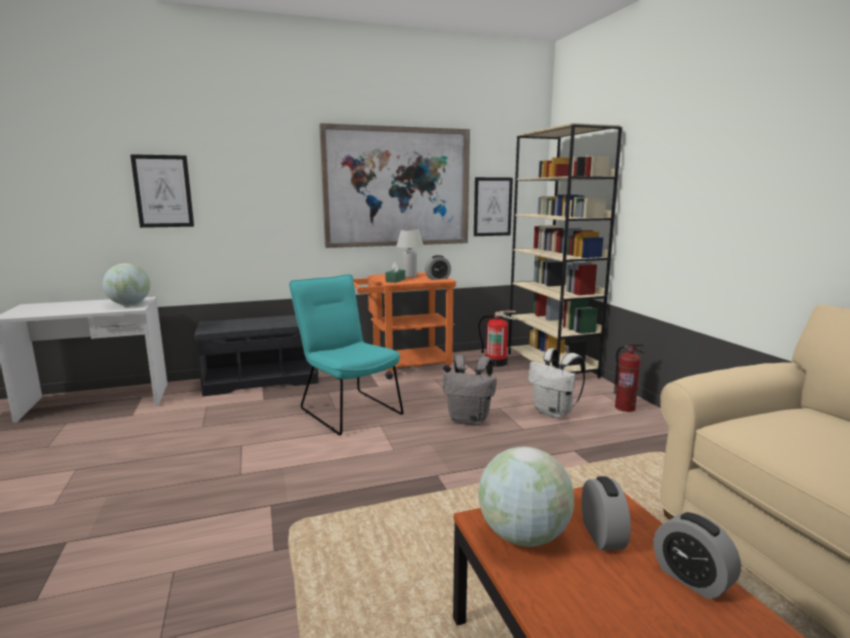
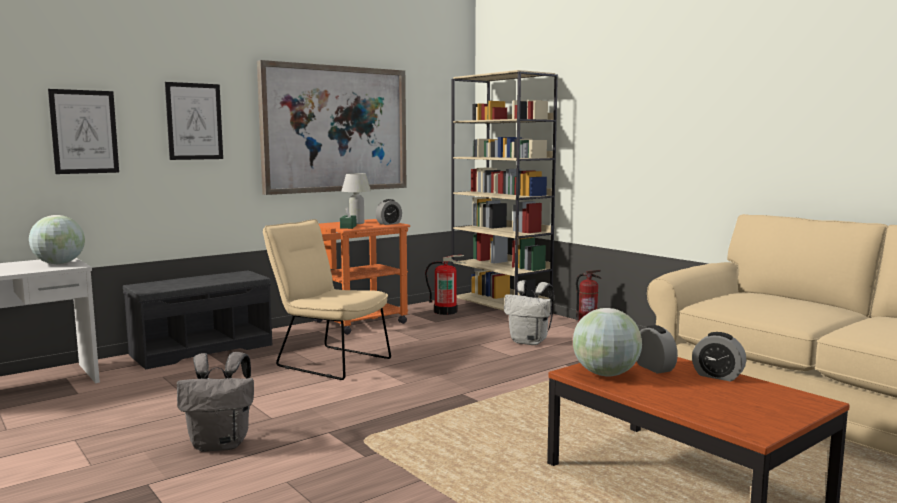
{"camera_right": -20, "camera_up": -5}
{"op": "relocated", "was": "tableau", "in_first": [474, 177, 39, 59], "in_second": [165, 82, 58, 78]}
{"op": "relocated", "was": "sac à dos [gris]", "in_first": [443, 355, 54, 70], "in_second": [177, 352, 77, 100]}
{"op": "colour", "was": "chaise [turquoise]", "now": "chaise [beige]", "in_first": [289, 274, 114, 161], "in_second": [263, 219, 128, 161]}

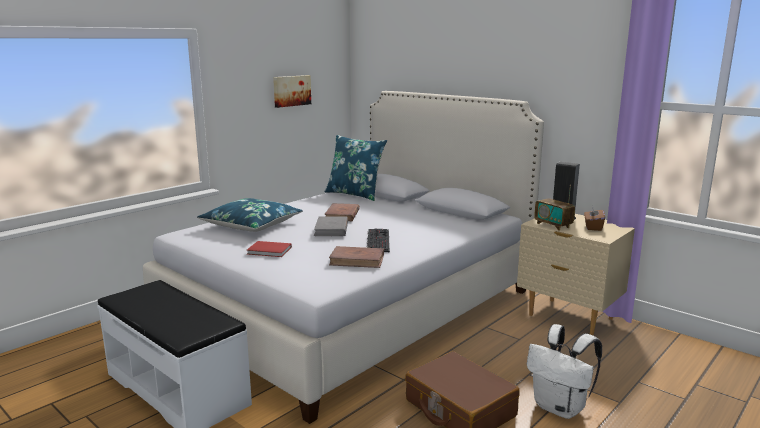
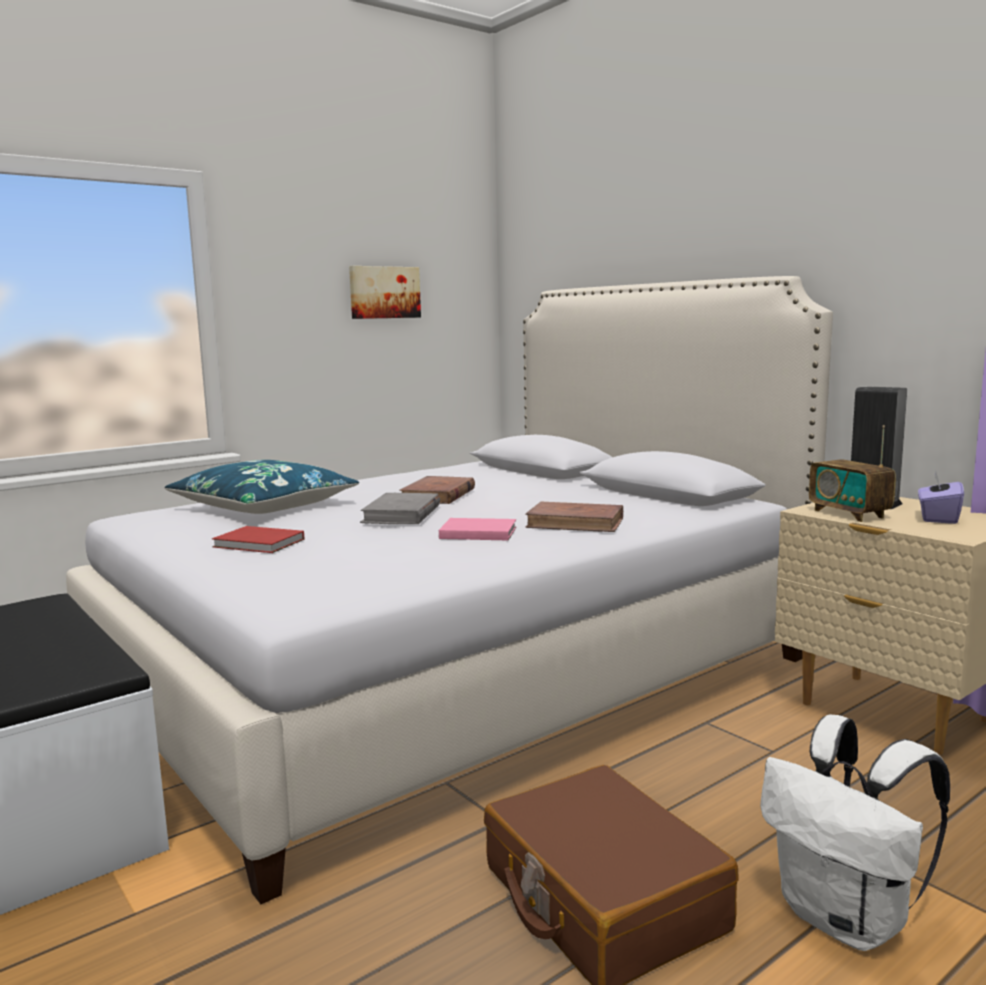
{"camera_right": 10, "camera_up": -5}
{"op": "exchanged", "was": "clavier", "now": "livre [rose]", "in_first": [366, 229, 24, 23], "in_second": [439, 518, 77, 22]}
{"op": "relocated", "was": "livre [marron]", "in_first": [329, 246, 55, 22], "in_second": [525, 502, 98, 30]}
{"op": "colour", "was": "boîte à mouchoirs [marron]", "now": "boîte à mouchoirs [violet]", "in_first": [584, 205, 21, 26], "in_second": [918, 470, 46, 54]}
{"op": "missing", "was": "coussin [bleu]", "in_first": [324, 135, 63, 66]}

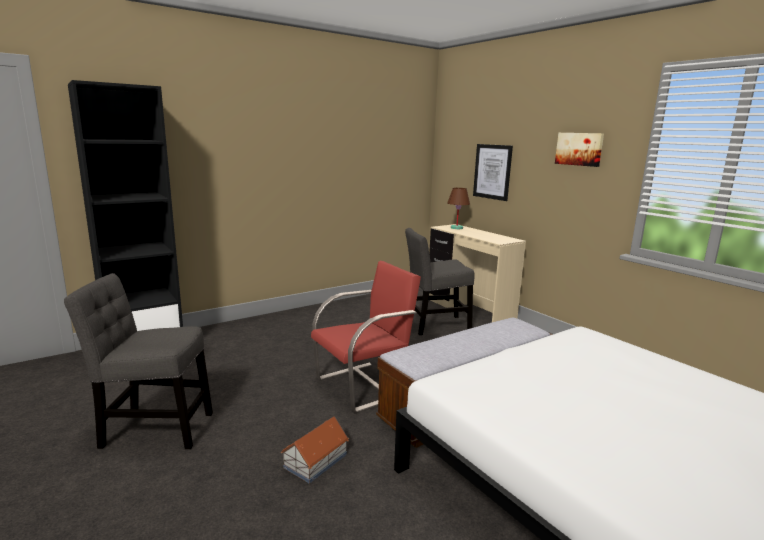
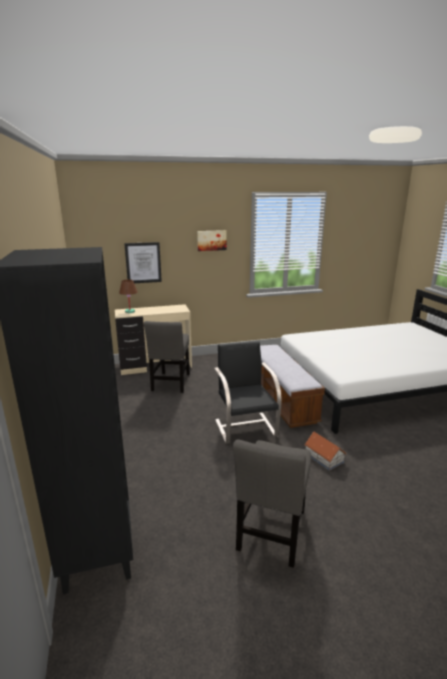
{"camera_right": -70, "camera_up": 5}
{"op": "colour", "was": "chaise [rouge]", "now": "chaise [noir]", "in_first": [311, 261, 110, 152], "in_second": [214, 341, 68, 103]}

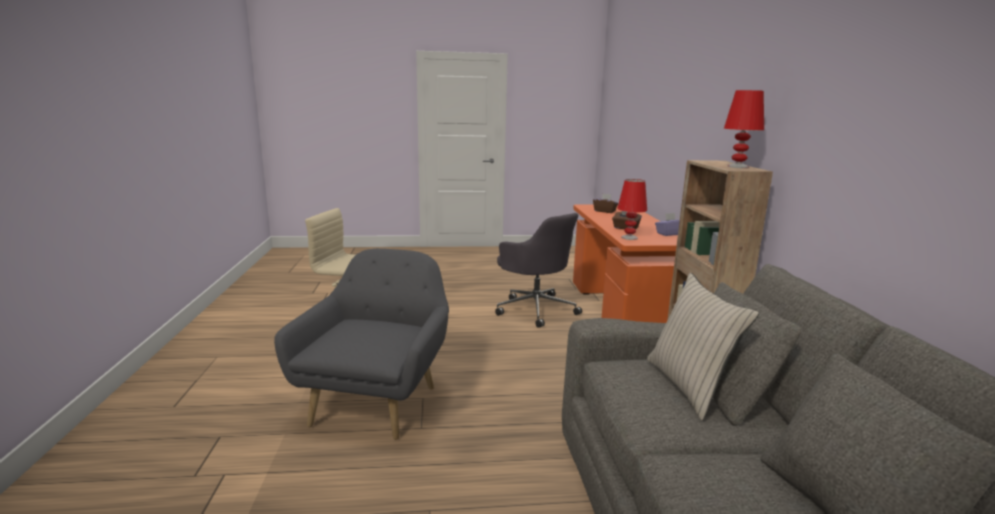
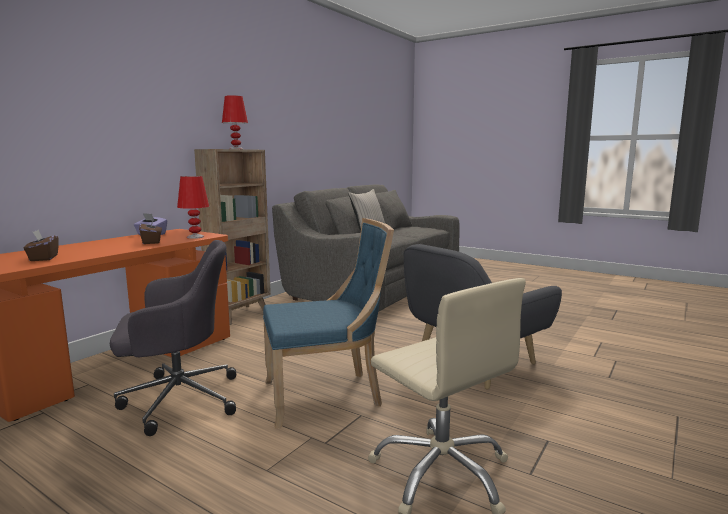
{"camera_right": -140, "camera_up": -5}
{"op": "spun", "was": "chaise de bureau [gris]", "in_first": [495, 213, 87, 115], "in_second": [110, 240, 126, 196], "clockwise": 75}
{"op": "appeared", "now": "chaise [bleu]", "in_second": [263, 218, 131, 210]}

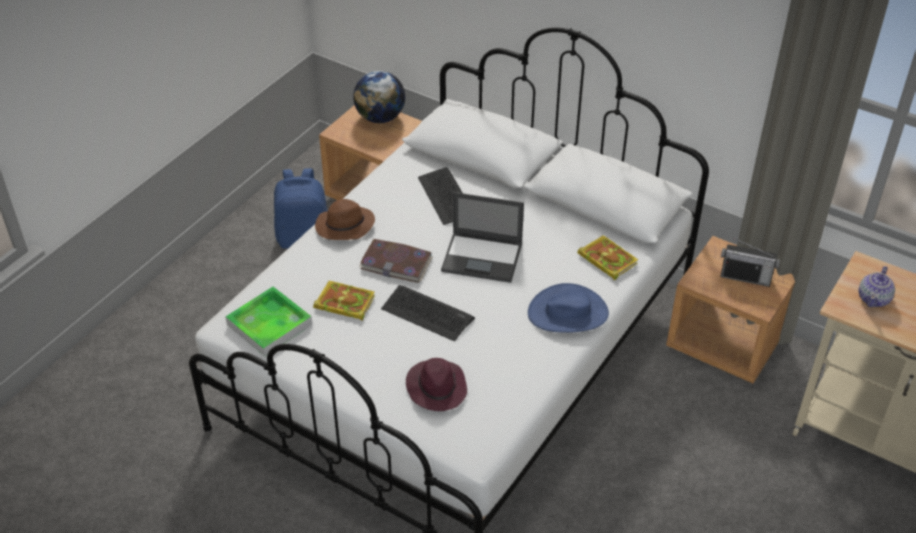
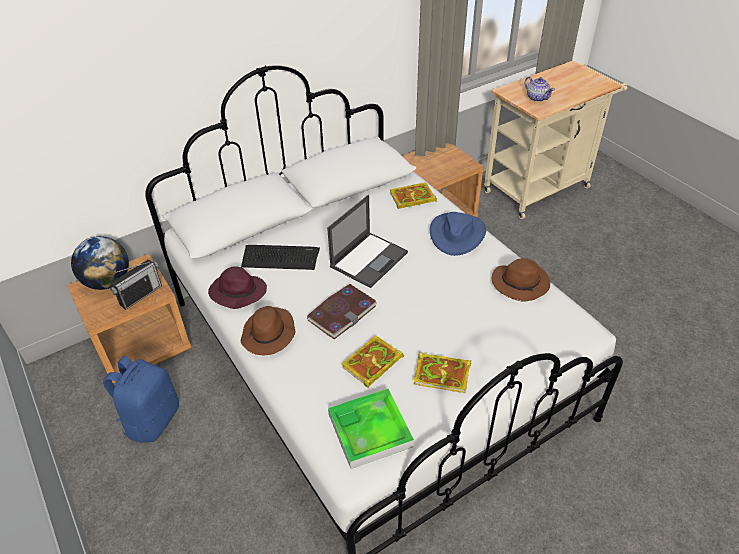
{"camera_right": -65, "camera_up": 0}
{"op": "relocated", "was": "radio", "in_first": [720, 238, 60, 49], "in_second": [110, 260, 52, 50]}
{"op": "relocated", "was": "chapeau [violet]", "in_first": [406, 358, 61, 53], "in_second": [208, 266, 59, 43]}
{"op": "appeared", "now": "livre", "in_second": [414, 352, 57, 41]}
{"op": "appeared", "now": "chapeau [marron]", "in_second": [492, 258, 58, 44]}
{"op": "missing", "was": "clavier", "in_first": [381, 285, 94, 56]}

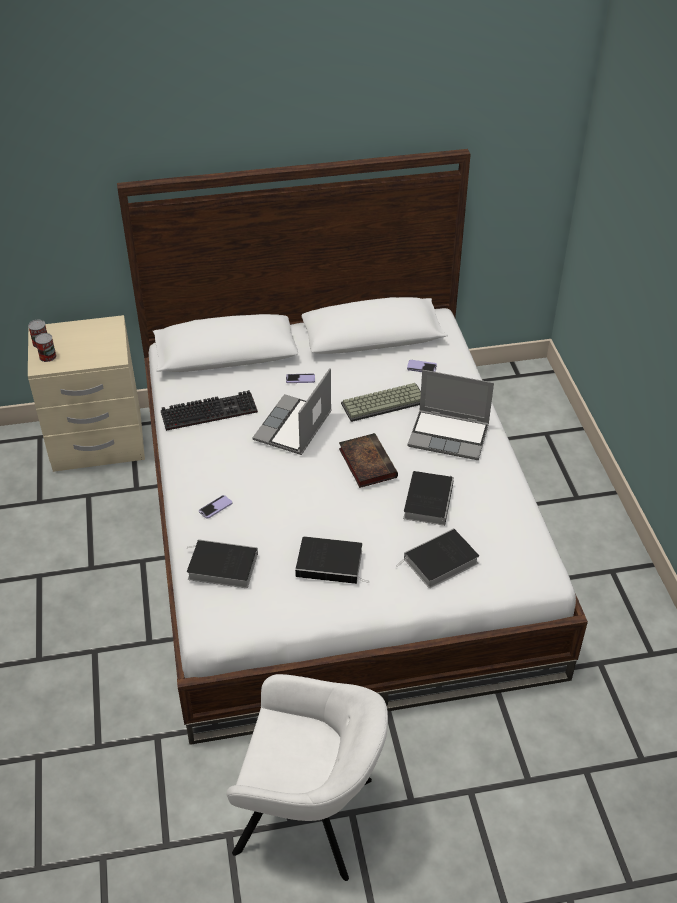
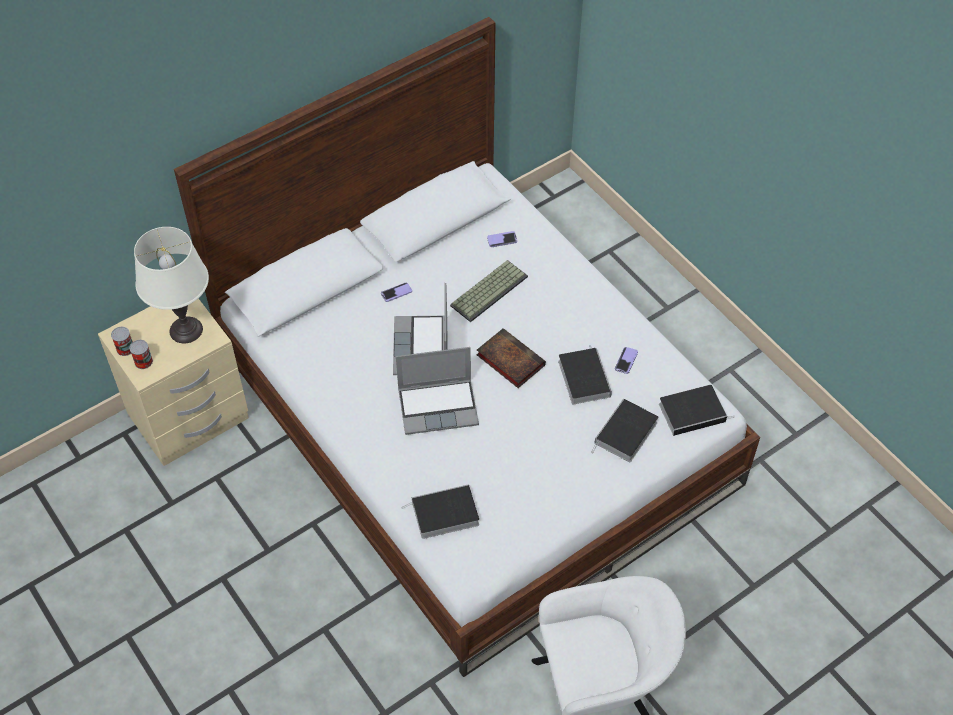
{"camera_right": -25, "camera_up": 10}
{"op": "appeared", "now": "lampe de table [blanc]", "in_second": [134, 227, 75, 116]}
{"op": "relocated", "was": "ordinateur portable", "in_first": [407, 370, 87, 90], "in_second": [396, 347, 83, 88]}
{"op": "relocated", "was": "téléphone", "in_first": [199, 495, 33, 24], "in_second": [615, 347, 23, 27]}
{"op": "relocated", "was": "livre", "in_first": [295, 536, 75, 48], "in_second": [659, 385, 75, 51]}
{"op": "missing", "was": "clavier", "in_first": [161, 390, 97, 41]}

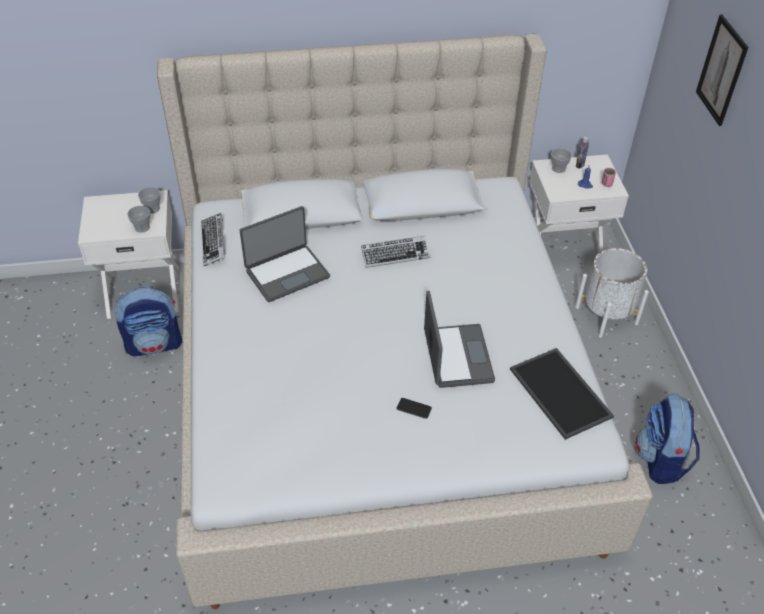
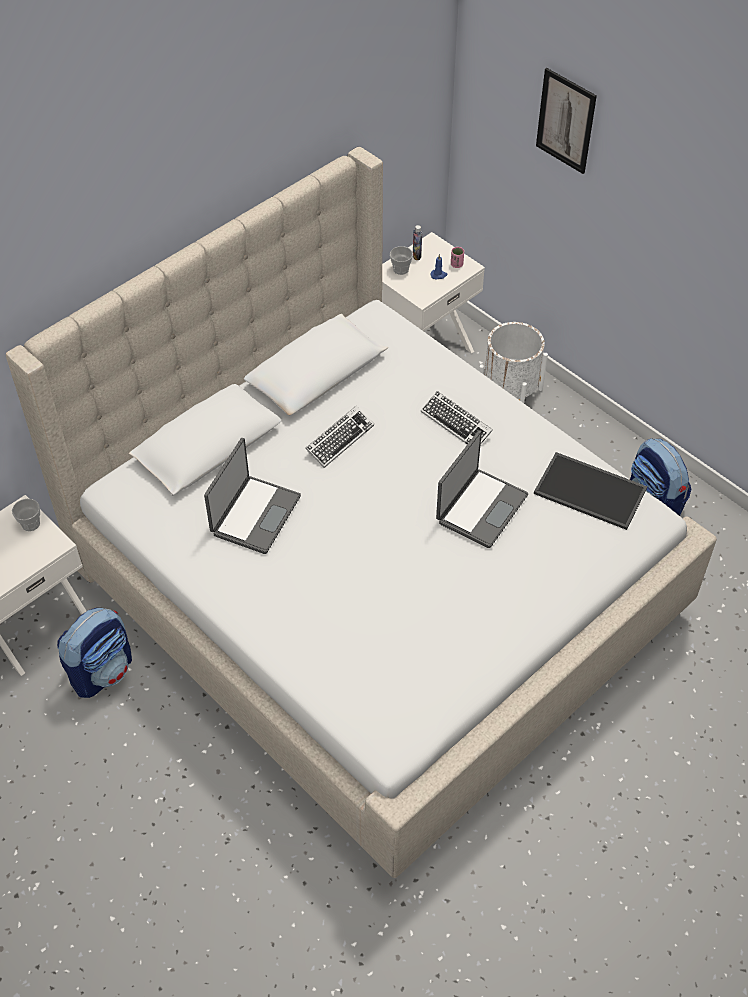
{"camera_right": -35, "camera_up": 5}
{"op": "relocated", "was": "clavier", "in_first": [201, 213, 25, 54], "in_second": [421, 391, 72, 53]}
{"op": "spun", "was": "ordinateur portable", "in_first": [424, 291, 71, 97], "in_second": [436, 430, 92, 118], "clockwise": 75}
{"op": "missing", "was": "tasse", "in_first": [127, 206, 24, 27]}
{"op": "missing", "was": "téléphone", "in_first": [397, 398, 35, 21]}

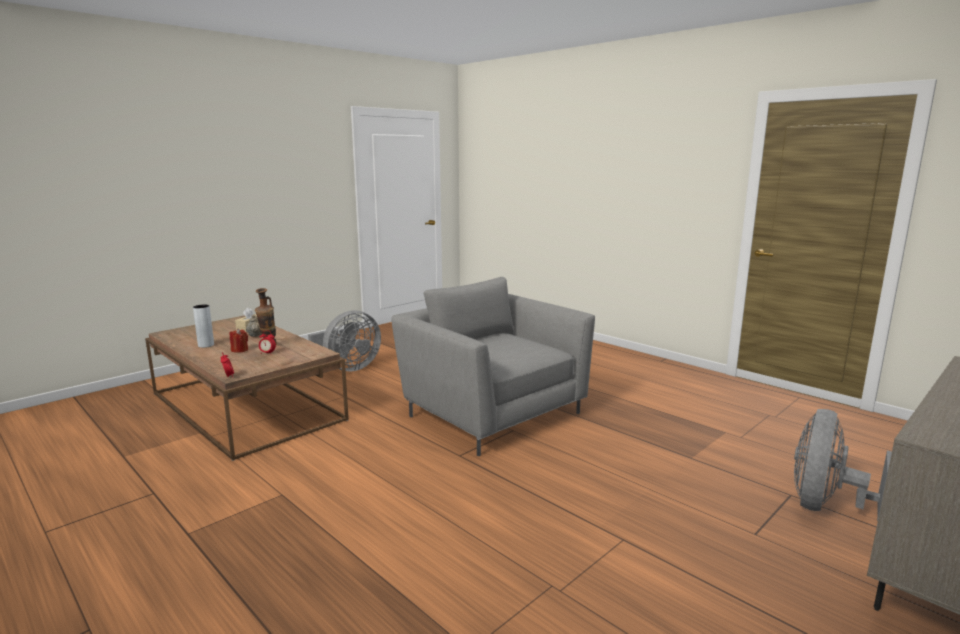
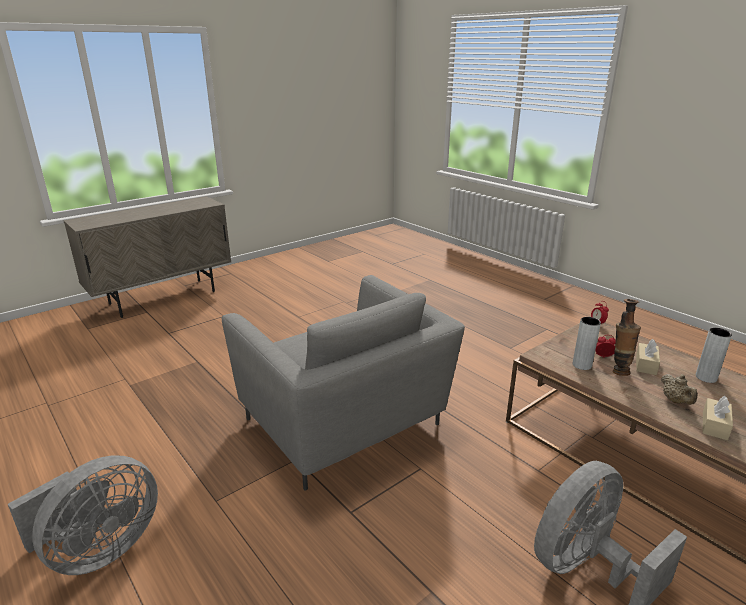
{"camera_right": -175, "camera_up": 10}
{"op": "relocated", "was": "ventilateur [gris]", "in_first": [794, 409, 98, 112], "in_second": [8, 456, 150, 119]}
{"op": "appeared", "now": "vase [gris]", "in_second": [573, 317, 28, 53]}
{"op": "exchanged", "was": "bougie [rouge]", "now": "boîte à mouchoirs [beige]", "in_first": [230, 329, 18, 24], "in_second": [636, 339, 24, 36]}

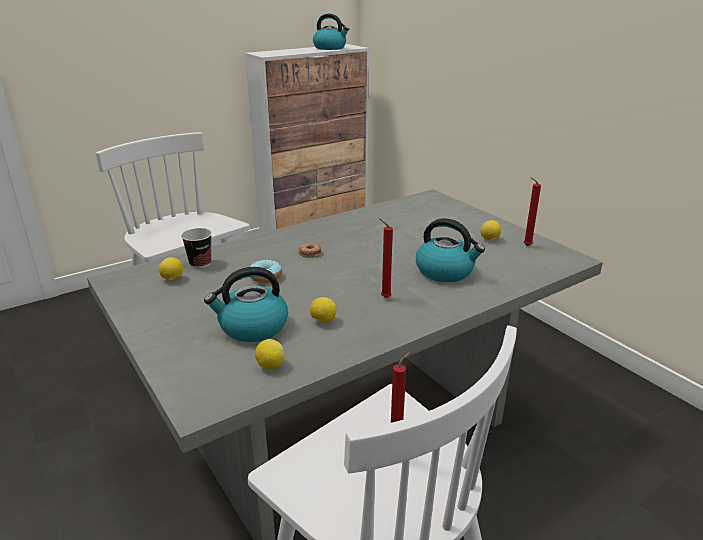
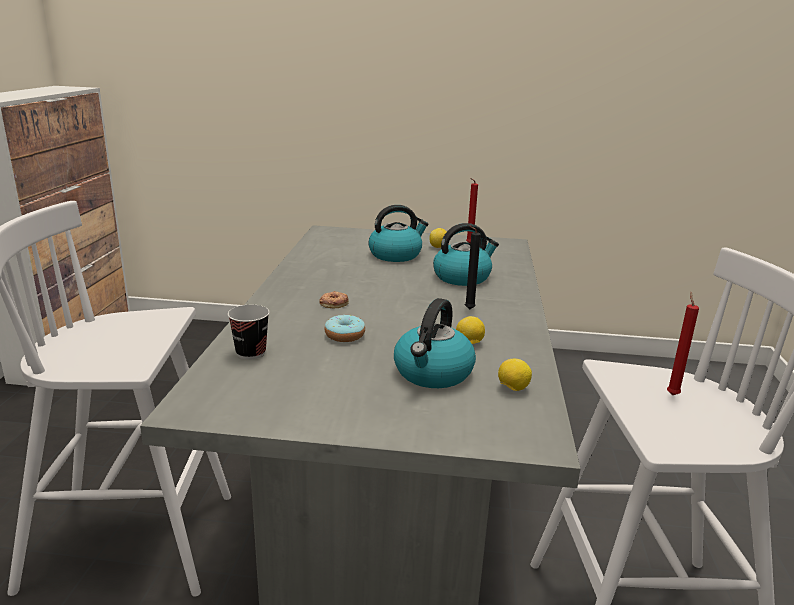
{"camera_right": -50, "camera_up": -5}
{"op": "relocated", "was": "bouilloire", "in_first": [313, 14, 36, 36], "in_second": [368, 205, 61, 57]}
{"op": "colour", "was": "bougie [rouge]", "now": "bougie [noir]", "in_first": [380, 219, 13, 79], "in_second": [465, 226, 16, 83]}
{"op": "missing", "was": "citron", "in_first": [159, 257, 24, 23]}

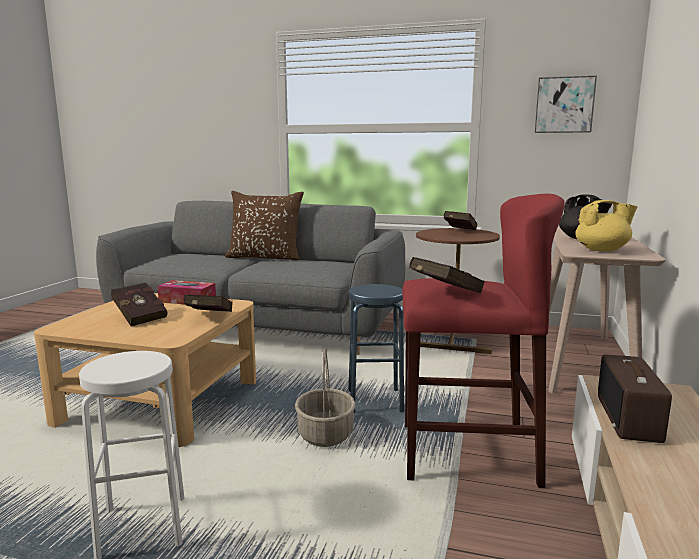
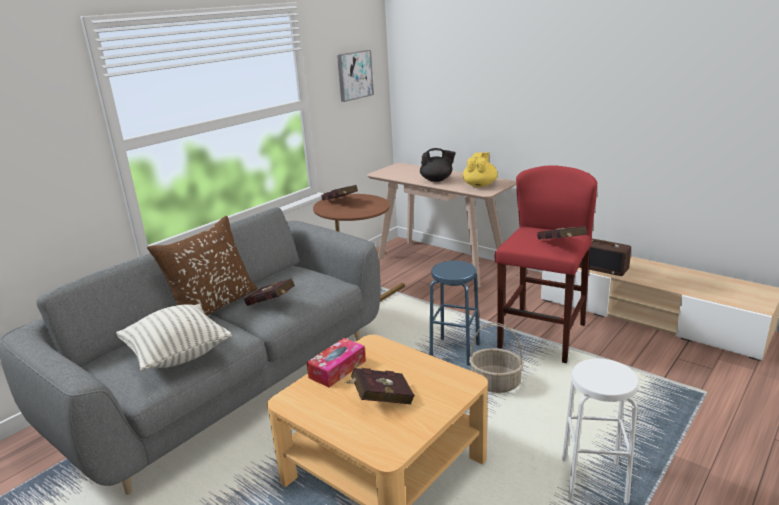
{"camera_right": -65, "camera_up": 10}
{"op": "appeared", "now": "coussin", "in_second": [116, 304, 116, 67]}
{"op": "relocated", "was": "livre [rouge]", "in_first": [183, 295, 50, 17], "in_second": [244, 278, 51, 28]}

